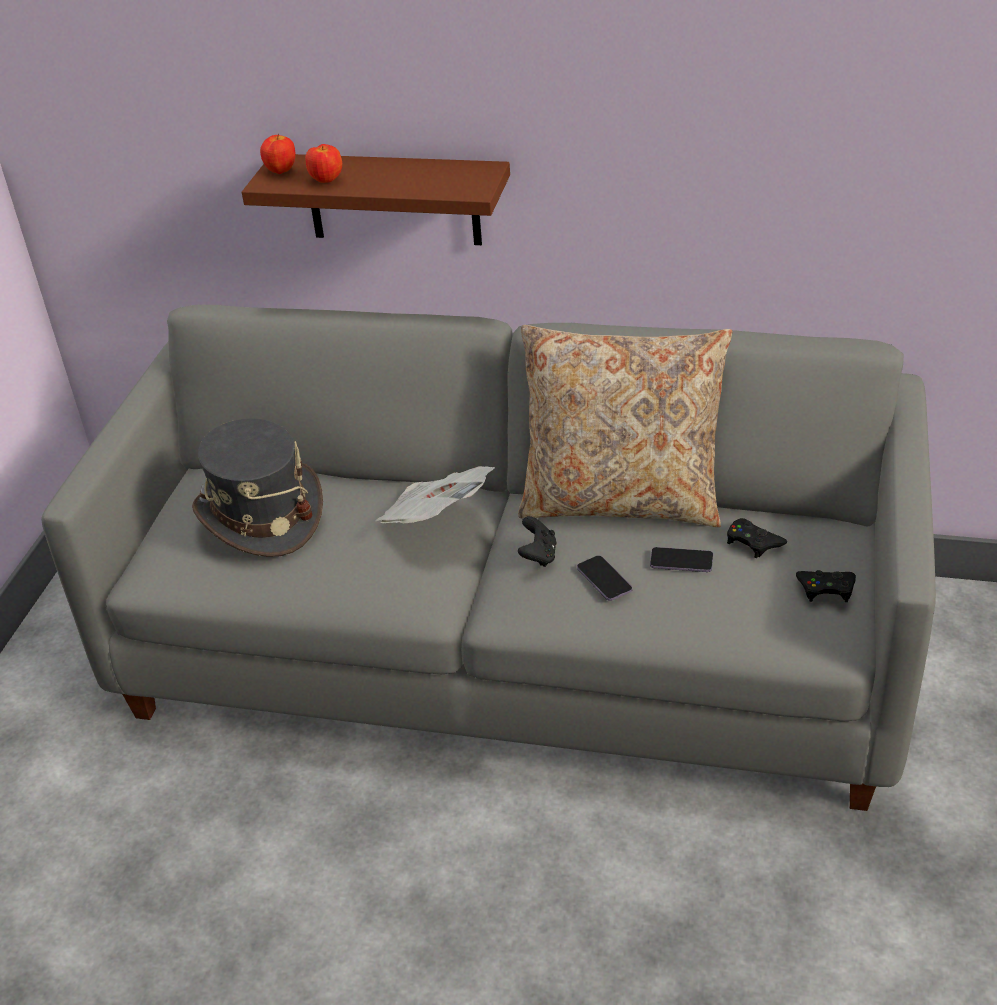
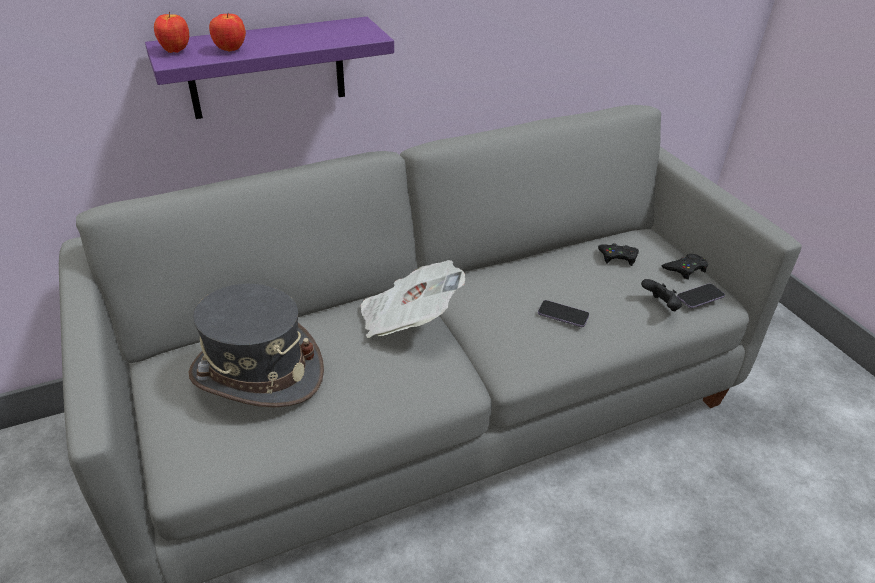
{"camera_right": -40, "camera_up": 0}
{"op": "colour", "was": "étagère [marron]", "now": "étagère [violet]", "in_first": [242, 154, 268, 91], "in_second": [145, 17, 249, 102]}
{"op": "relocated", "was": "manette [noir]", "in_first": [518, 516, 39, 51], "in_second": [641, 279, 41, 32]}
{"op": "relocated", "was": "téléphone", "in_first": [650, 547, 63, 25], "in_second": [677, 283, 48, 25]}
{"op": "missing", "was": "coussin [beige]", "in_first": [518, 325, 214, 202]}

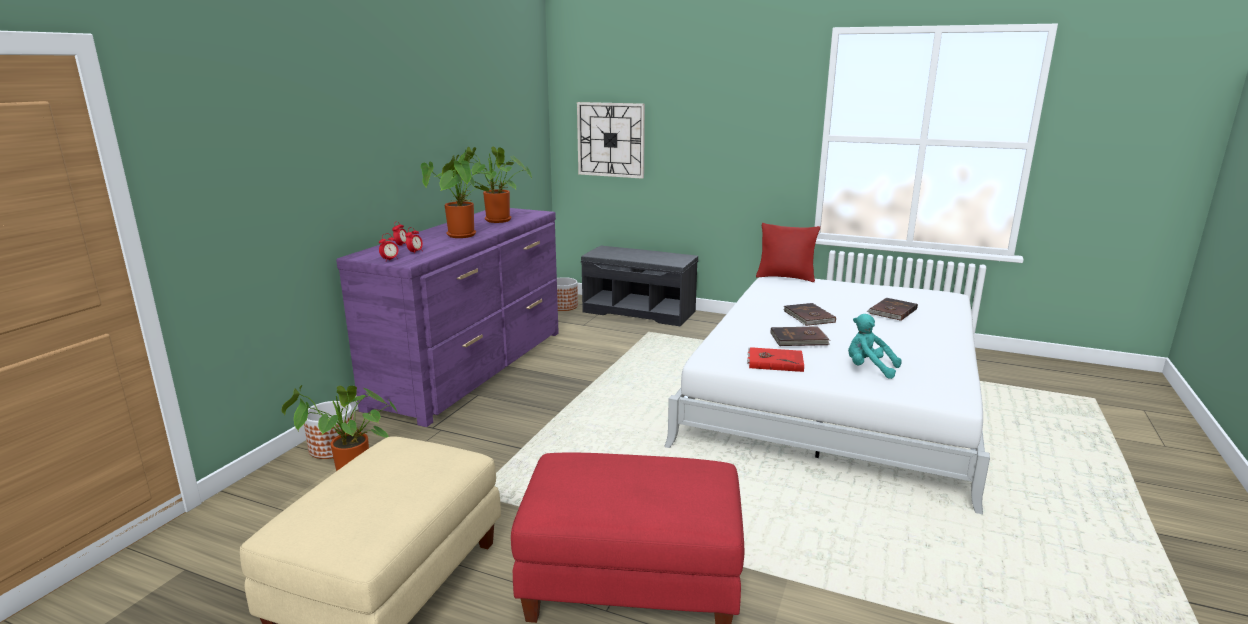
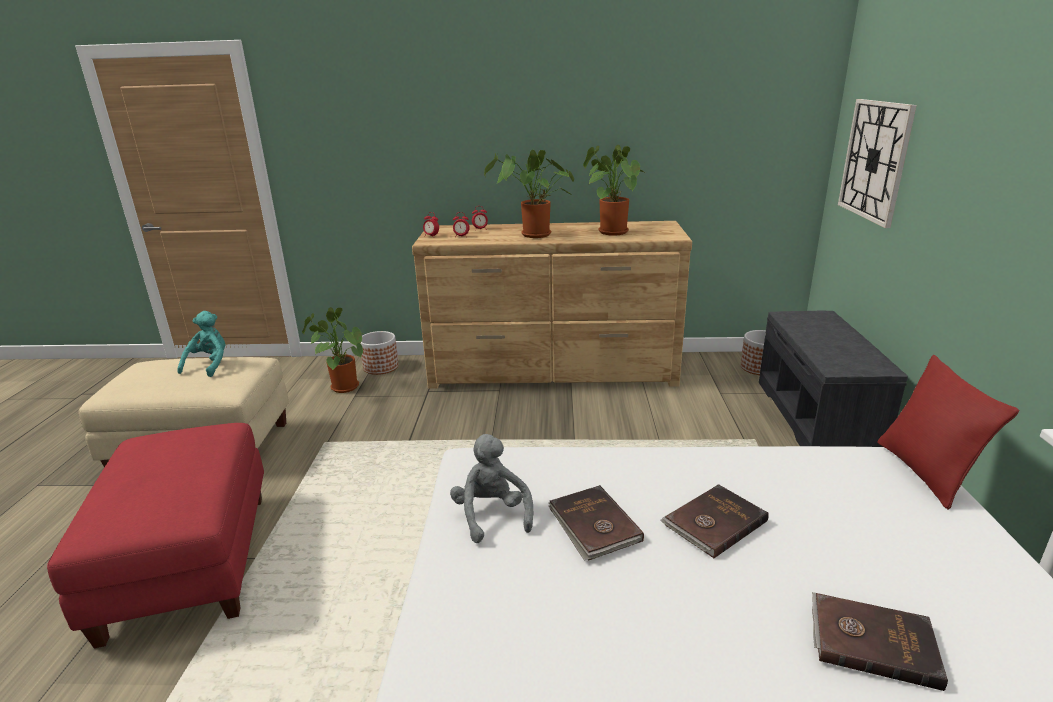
{"camera_right": 70, "camera_up": 5}
{"op": "relocated", "was": "peluche [turquoise]", "in_first": [848, 314, 54, 65], "in_second": [177, 311, 48, 66]}
{"op": "colour", "was": "commode [violet]", "now": "commode [marron]", "in_first": [336, 208, 223, 219], "in_second": [412, 221, 280, 168]}
{"op": "exchanged", "was": "livre [rouge]", "now": "peluche [gris]", "in_first": [747, 347, 57, 25], "in_second": [450, 434, 83, 109]}

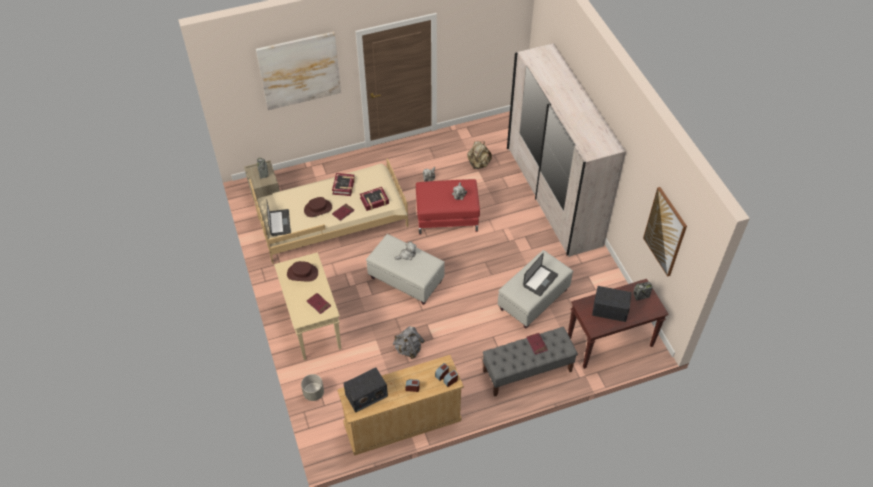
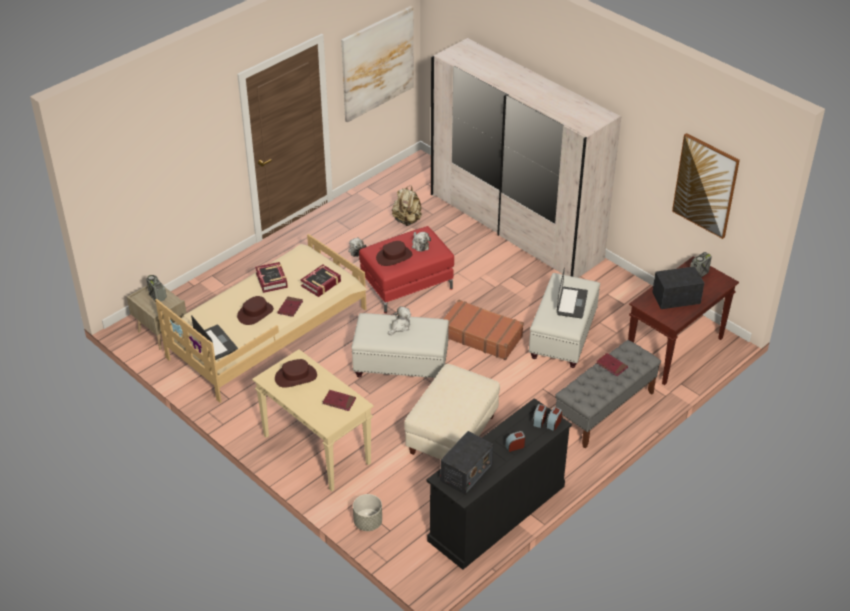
{"camera_right": -25, "camera_up": -10}
{"op": "relocated", "was": "tableau", "in_first": [256, 31, 85, 79], "in_second": [341, 6, 73, 116]}
{"op": "appeared", "now": "chapeau [marron]", "in_second": [376, 241, 36, 25]}
{"op": "exchanged", "was": "sac à dos [gris]", "now": "pouf [beige]", "in_first": [393, 326, 31, 33], "in_second": [404, 364, 96, 95]}
{"op": "colour", "was": "commode [beige]", "now": "commode [noir]", "in_first": [337, 355, 127, 101], "in_second": [427, 398, 145, 172]}
{"op": "appeared", "now": "valise [marron]", "in_second": [444, 299, 80, 61]}

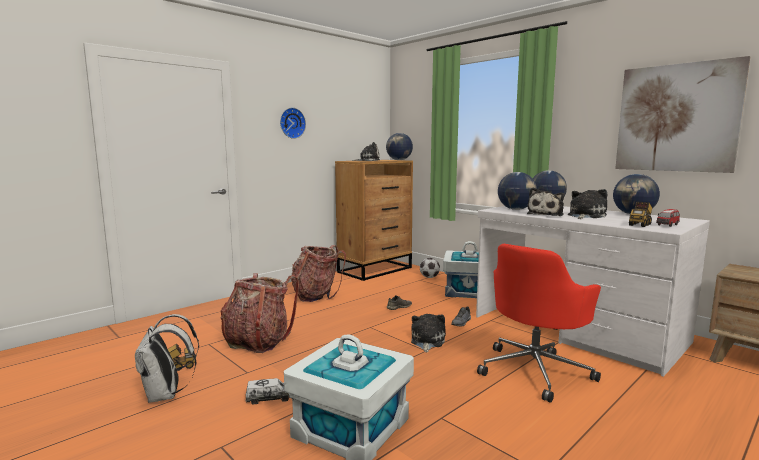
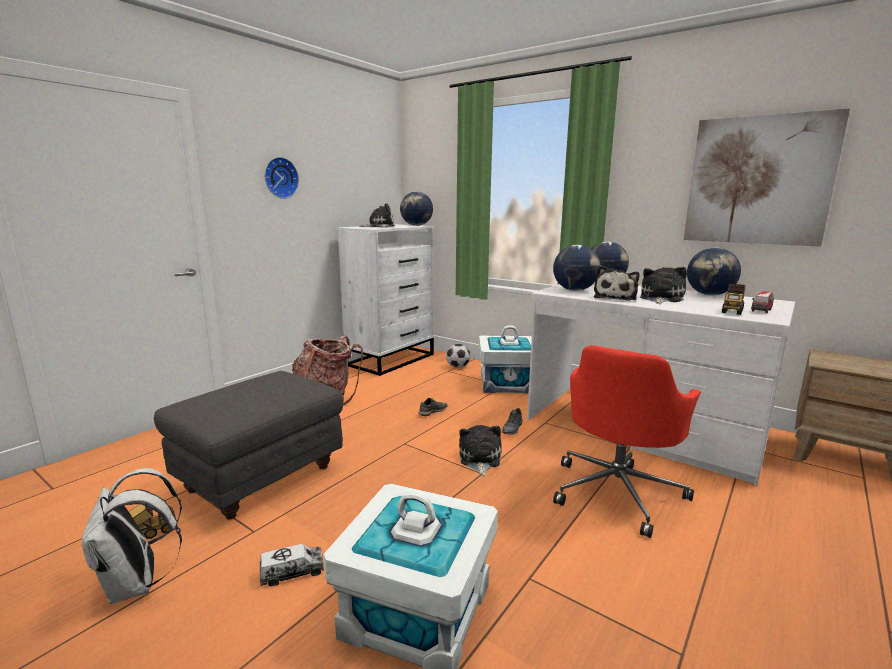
{"camera_right": -10, "camera_up": 5}
{"op": "exchanged", "was": "sac à dos", "now": "pouf [gris]", "in_first": [221, 273, 78, 80], "in_second": [154, 371, 190, 149]}
{"op": "colour", "was": "commode [marron]", "now": "commode [blanc]", "in_first": [335, 160, 78, 121], "in_second": [337, 224, 97, 152]}

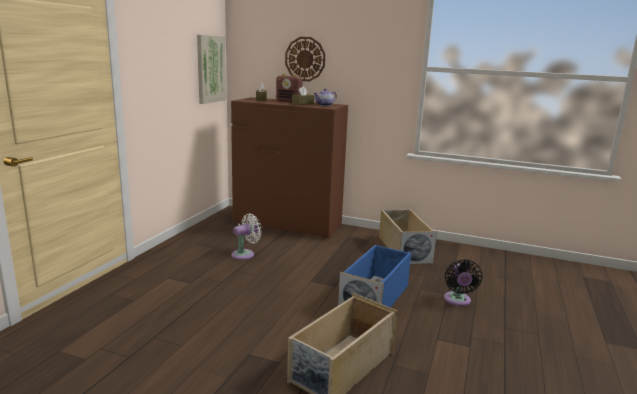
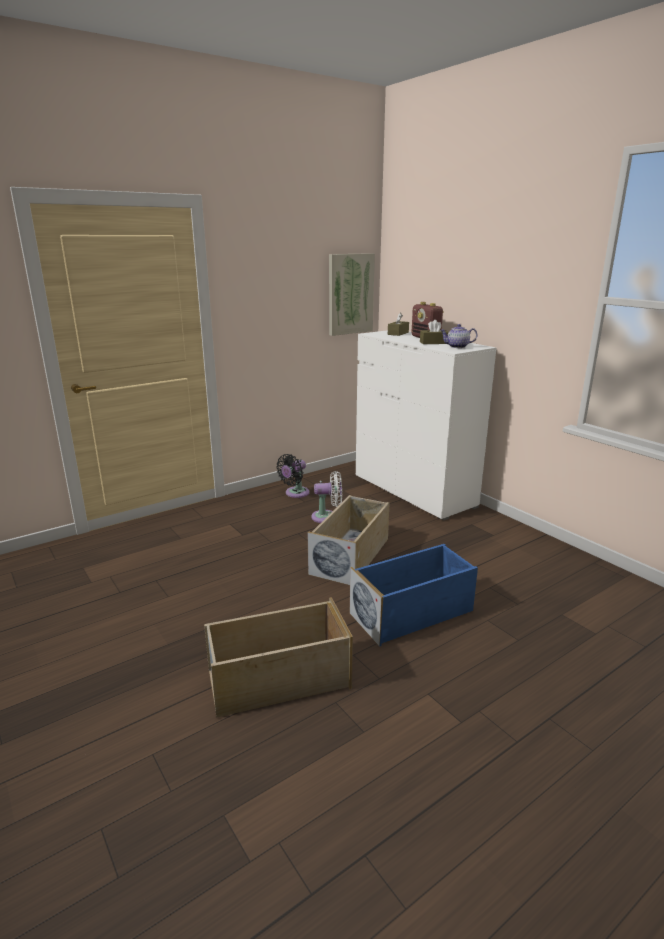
{"camera_right": 35, "camera_up": 5}
{"op": "relocated", "was": "ventilateur [noir]", "in_first": [444, 259, 39, 47], "in_second": [276, 454, 34, 44]}
{"op": "relocated", "was": "boîte de rangement [beige]", "in_first": [379, 209, 58, 55], "in_second": [307, 495, 82, 90]}
{"op": "colour", "was": "commode [marron]", "now": "commode [blanc]", "in_first": [231, 97, 117, 142], "in_second": [356, 330, 140, 191]}
{"op": "missing", "was": "horloge murale", "in_first": [285, 37, 40, 45]}

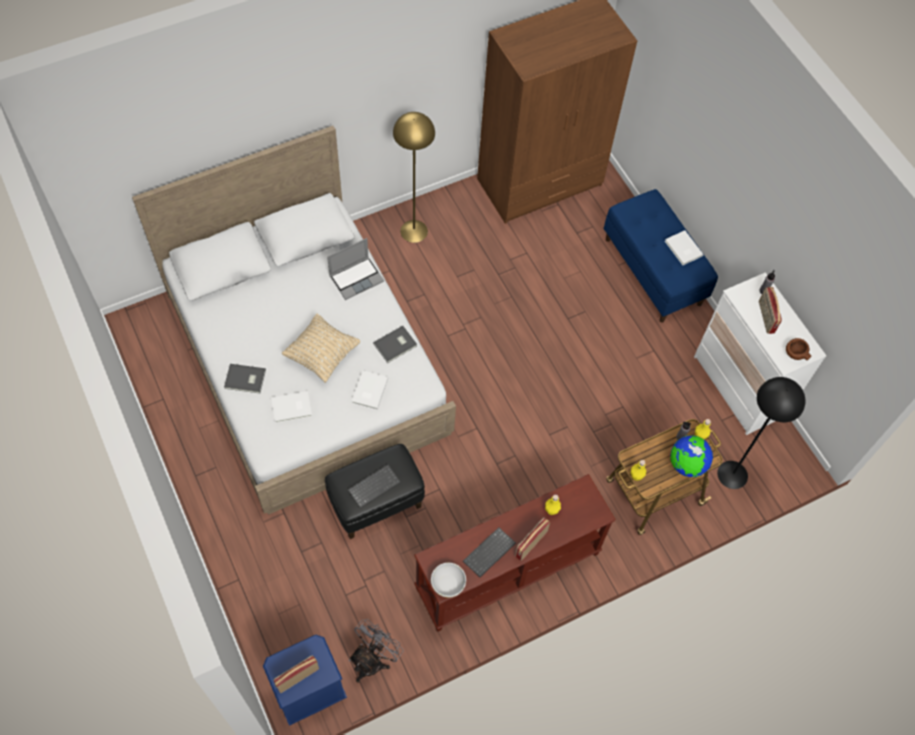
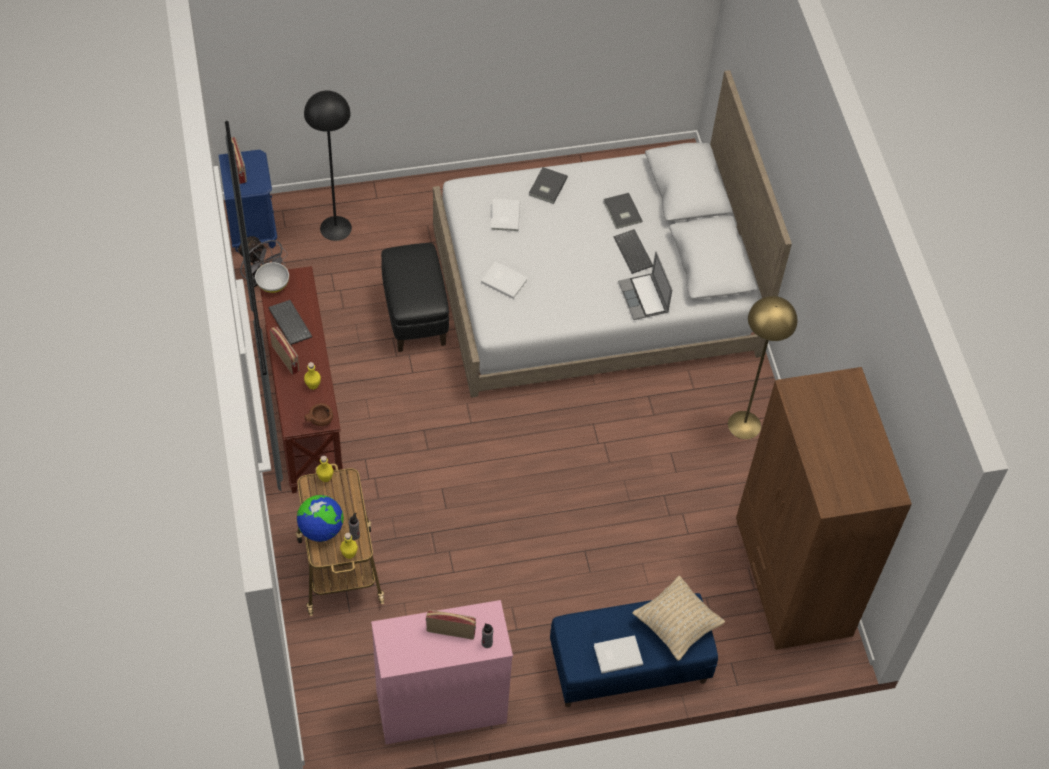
{"camera_right": 105, "camera_up": -5}
{"op": "relocated", "was": "lampadaire [noir]", "in_first": [717, 377, 88, 112], "in_second": [304, 91, 48, 150]}
{"op": "relocated", "was": "bol [marron]", "in_first": [786, 338, 25, 22], "in_second": [304, 403, 29, 23]}
{"op": "colour", "was": "commode [blanc]", "now": "commode [rose]", "in_first": [694, 272, 132, 163], "in_second": [371, 600, 142, 144]}
{"op": "relocated", "was": "livre [gris]", "in_first": [373, 326, 44, 37], "in_second": [603, 193, 39, 36]}
{"op": "relocated", "was": "clavier", "in_first": [348, 464, 52, 44], "in_second": [614, 229, 39, 45]}
{"op": "relocated", "was": "coussin [beige]", "in_first": [281, 313, 80, 70], "in_second": [632, 576, 93, 85]}

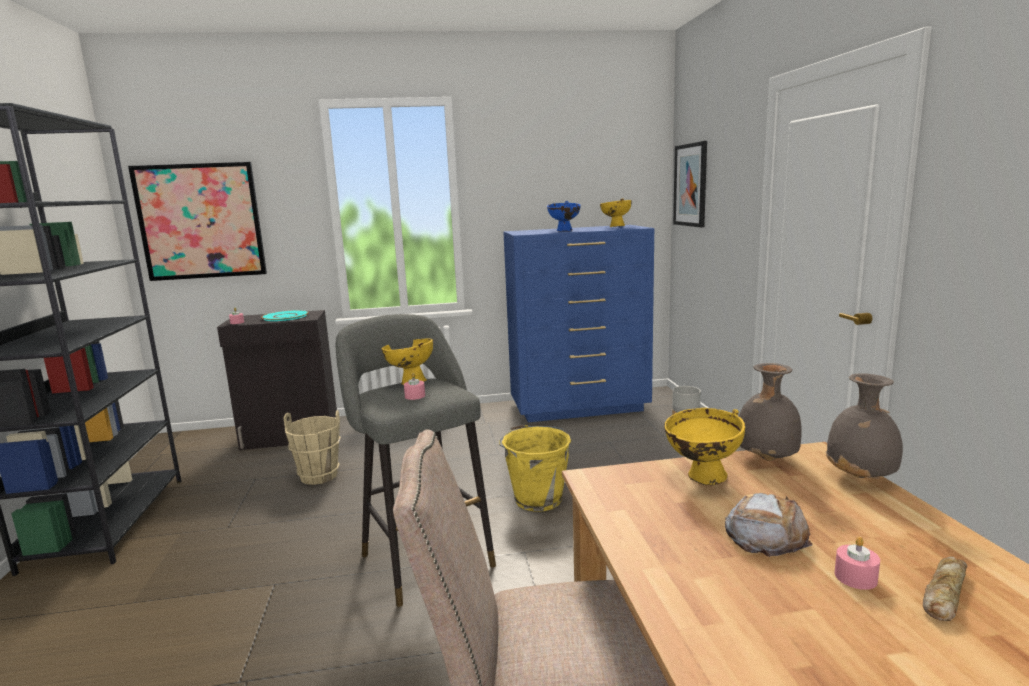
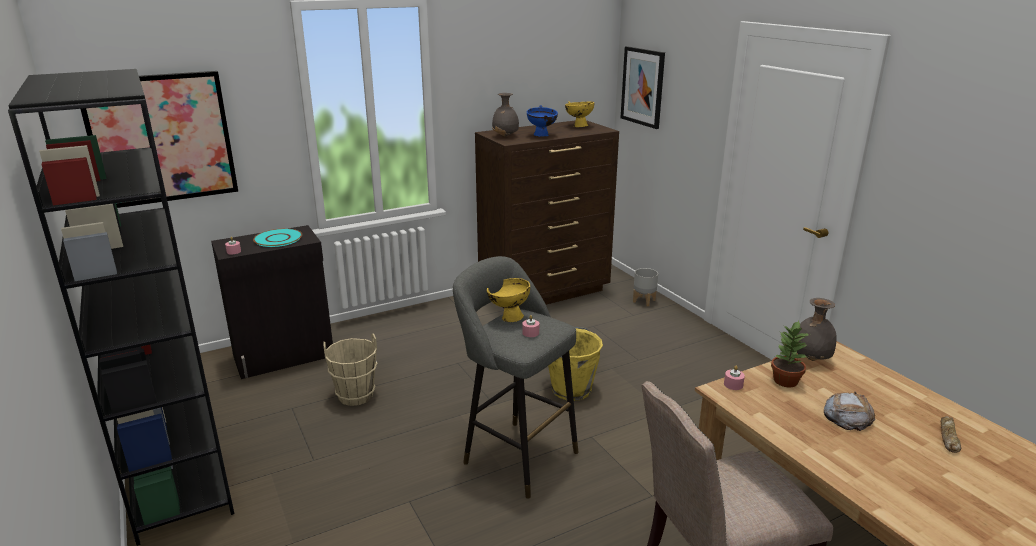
{"camera_right": -20, "camera_up": 10}
{"op": "colour", "was": "commode [bleu]", "now": "commode [marron]", "in_first": [504, 225, 150, 197], "in_second": [475, 120, 144, 185]}
{"op": "relocated", "was": "vase [gris]", "in_first": [826, 373, 77, 106], "in_second": [492, 93, 27, 43]}
{"op": "relocated", "was": "bougie [rose]", "in_first": [835, 537, 45, 53], "in_second": [724, 366, 21, 24]}
{"op": "exchanged", "was": "bol [jaune]", "now": "plante en pot", "in_first": [664, 408, 81, 78], "in_second": [771, 321, 38, 67]}

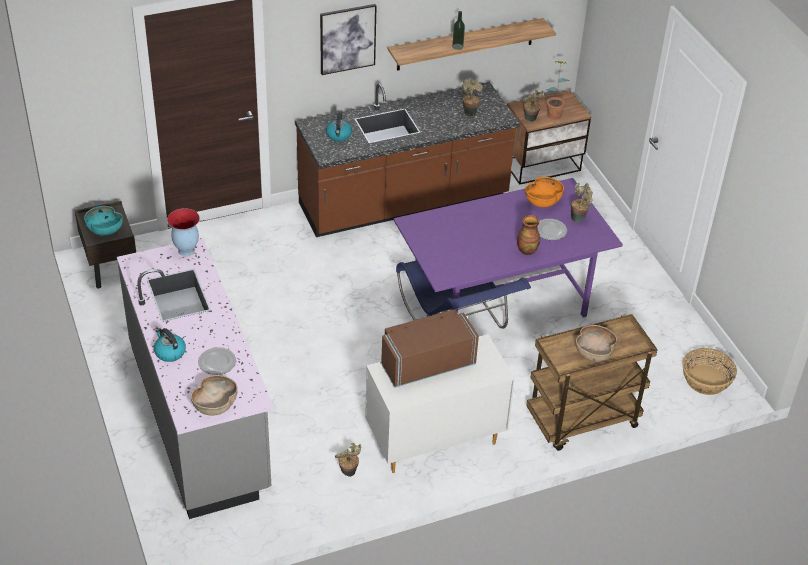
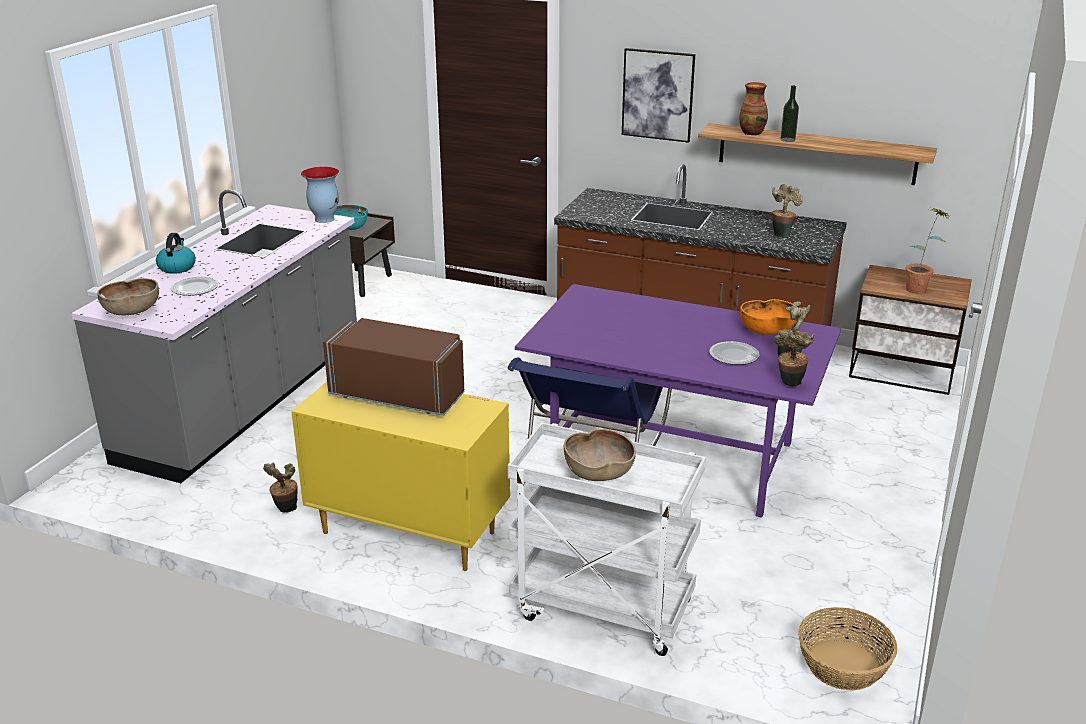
{"camera_right": 45, "camera_up": -15}
{"op": "colour", "was": "commode [blanc]", "now": "commode [jaune]", "in_first": [365, 334, 150, 139], "in_second": [291, 382, 219, 189]}
{"op": "colour", "was": "chariot [marron]", "now": "chariot [blanc]", "in_first": [526, 314, 132, 137], "in_second": [508, 422, 198, 234]}
{"op": "relocated", "was": "vase", "in_first": [517, 215, 23, 40], "in_second": [740, 82, 28, 53]}
{"op": "relocated", "was": "plante en pot", "in_first": [522, 90, 22, 31], "in_second": [774, 330, 40, 56]}
{"op": "missing", "was": "bouilloire", "in_first": [326, 113, 26, 28]}

